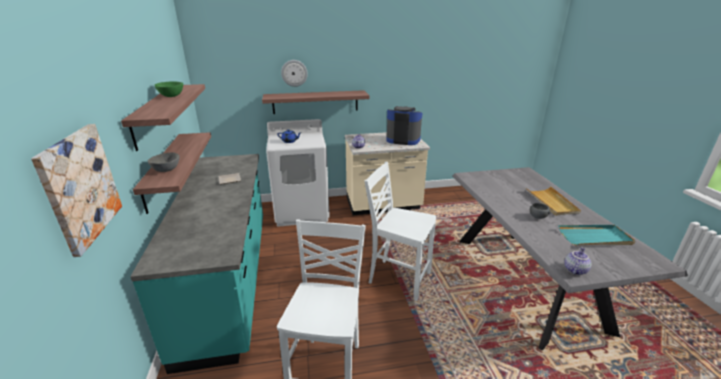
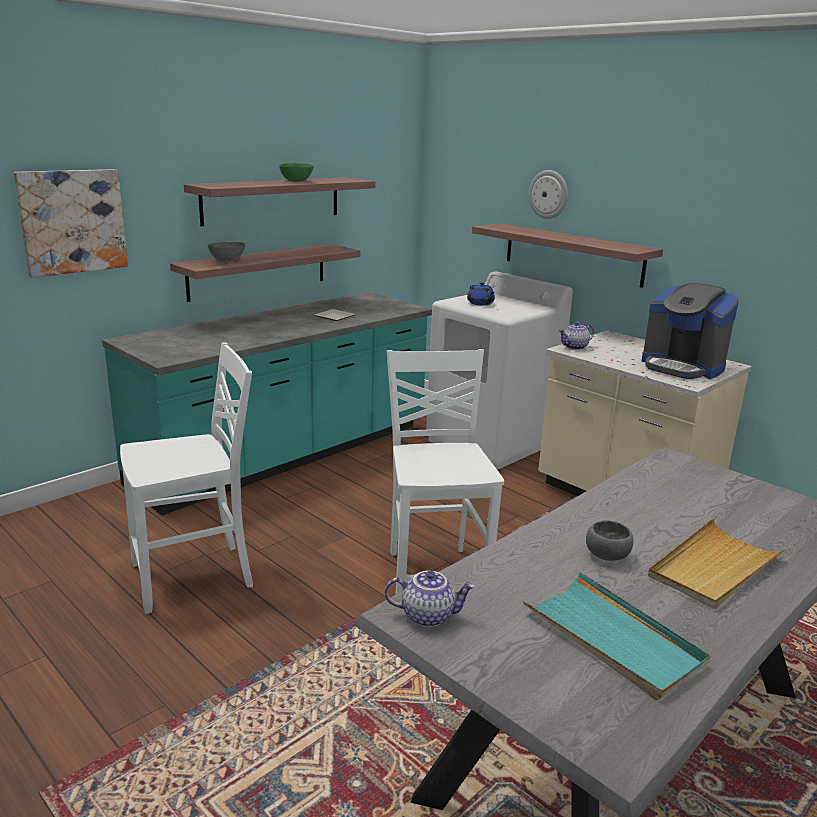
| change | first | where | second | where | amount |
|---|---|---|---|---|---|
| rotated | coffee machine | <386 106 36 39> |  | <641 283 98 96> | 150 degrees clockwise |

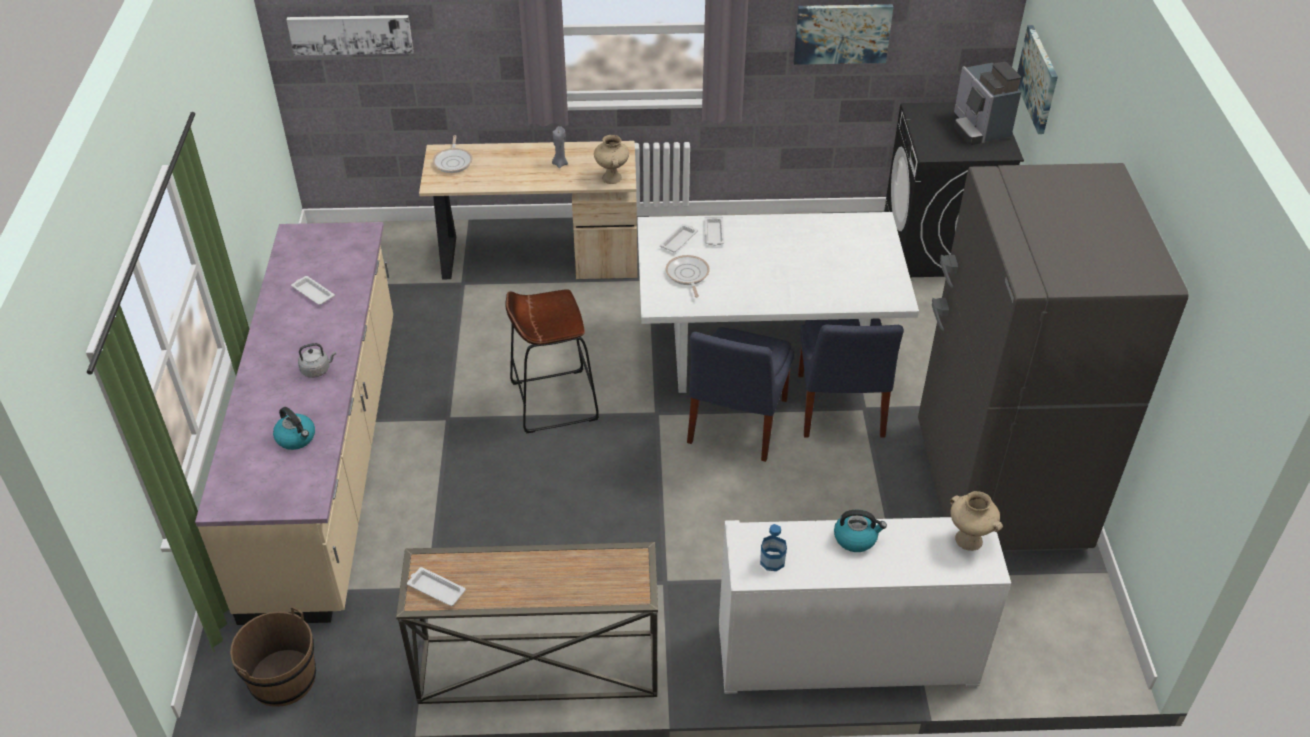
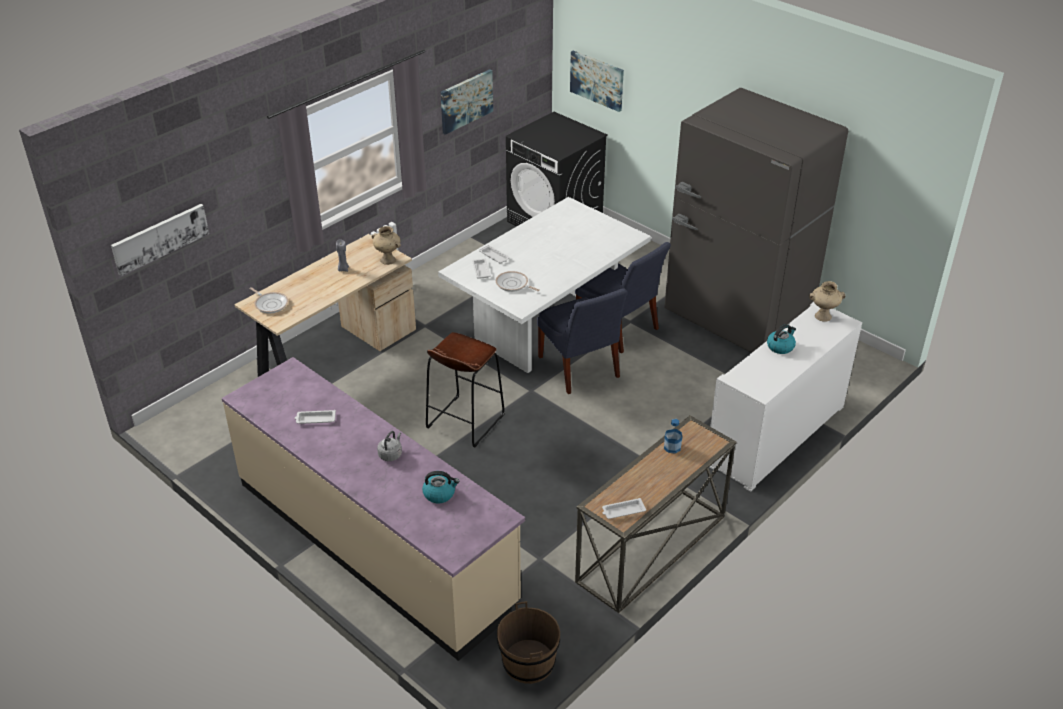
| change | first | where | second | where | amount |
|---|---|---|---|---|---|
| shifted | bottle | <760 524 27 47> |  | <664 419 19 35> |  |
| gone | coffee machine | <954 62 67 83> |  |  |  |

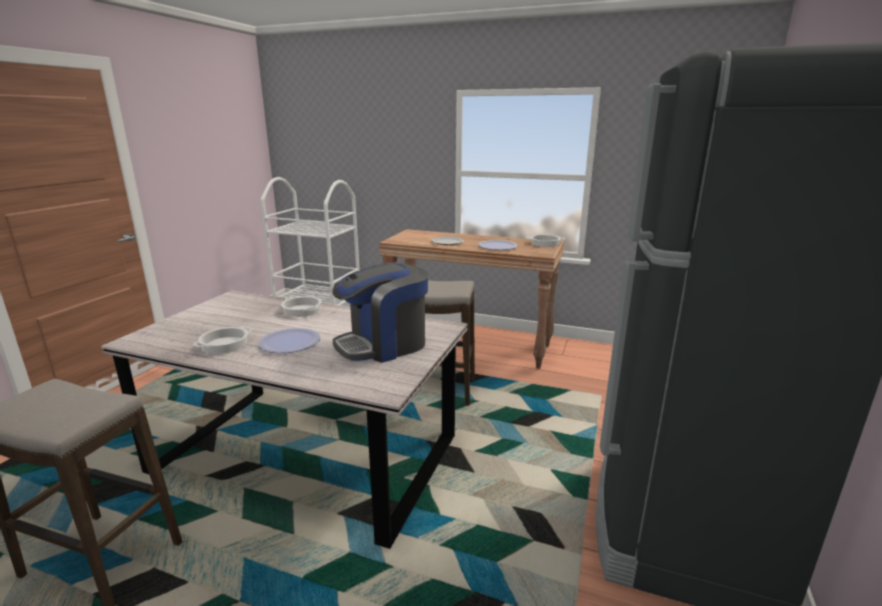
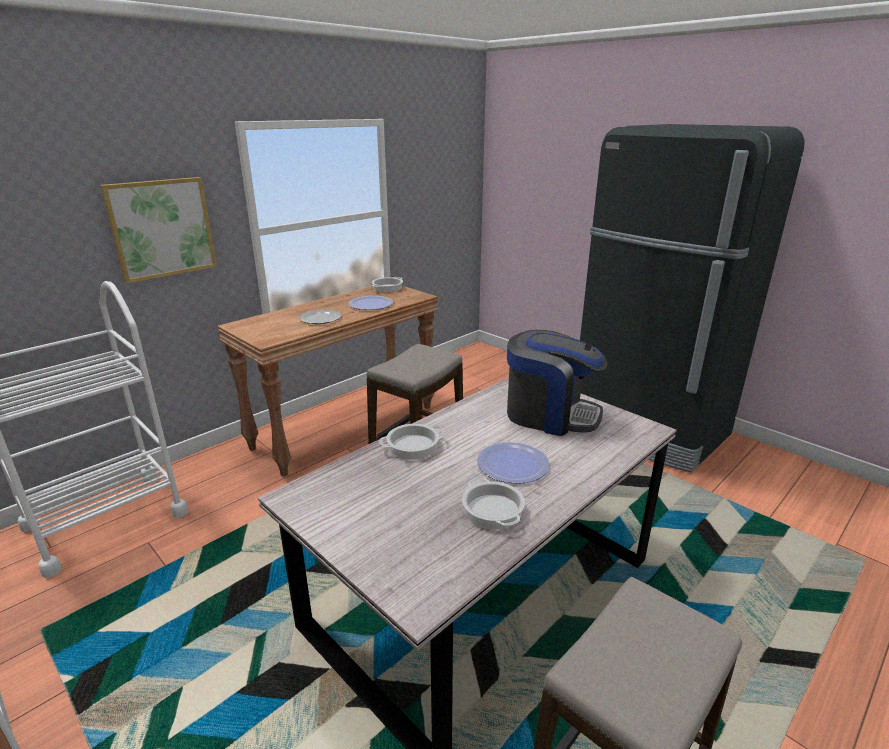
| change | first | where | second | where | amount |
|---|---|---|---|---|---|
| rotated | coffee machine | <332 263 96 100> |  | <507 330 101 106> | 60 degrees counterclockwise |
| new |  |  | picture | <100 177 117 107> |  |

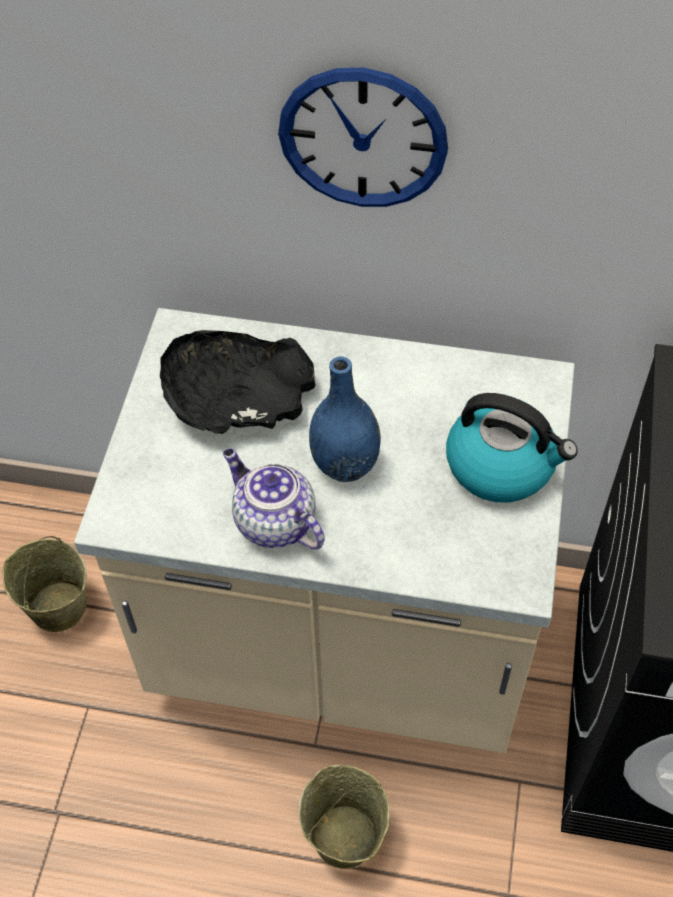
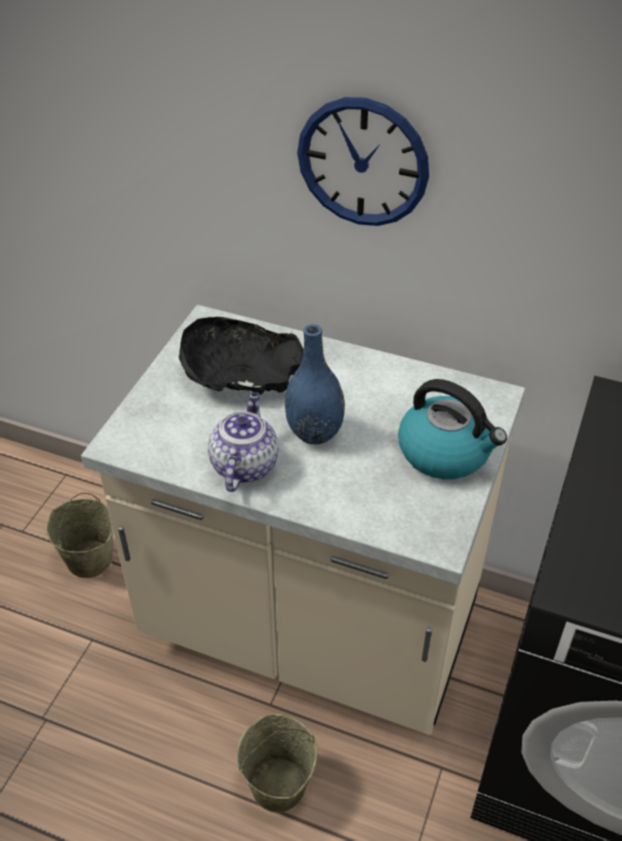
| change | first | where | second | where | amount |
|---|---|---|---|---|---|
| rotated | teapot | <223 449 102 101> |  | <208 392 71 100> | 45 degrees clockwise |

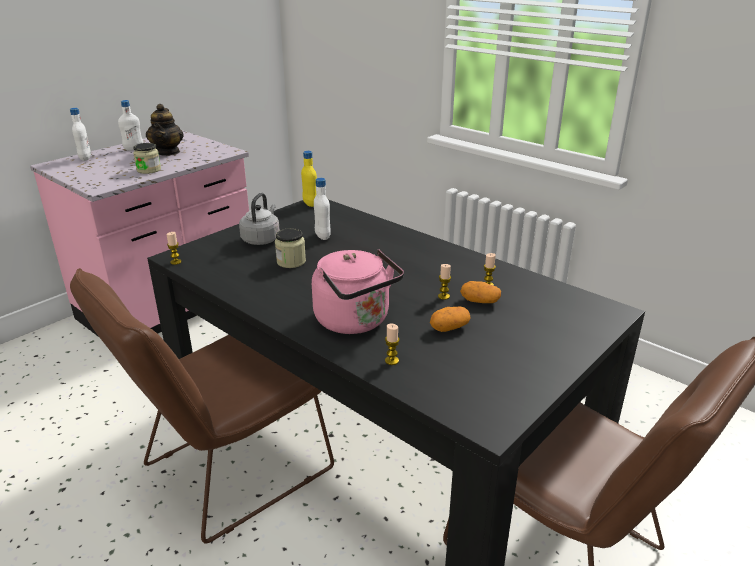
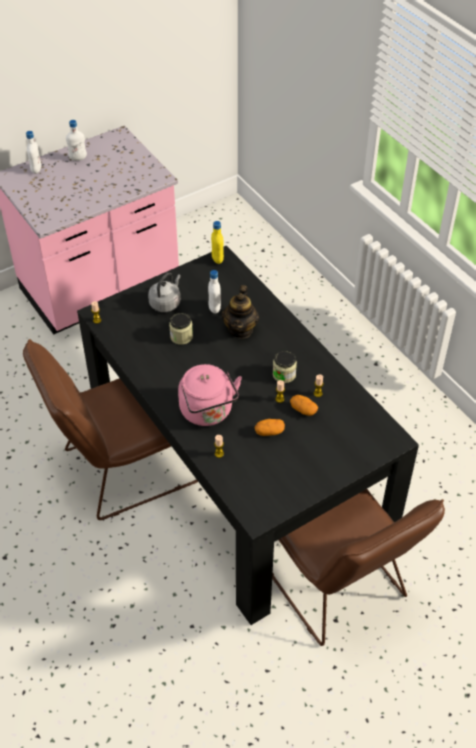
| change | first | where | second | where | amount |
|---|---|---|---|---|---|
| shifted | jar | <133 143 28 31> |  | <273 351 24 32> |  |
| shifted | teapot | <146 104 38 52> |  | <221 285 38 54> |  |

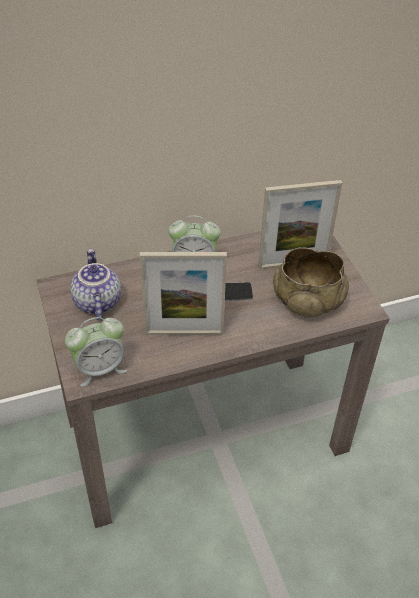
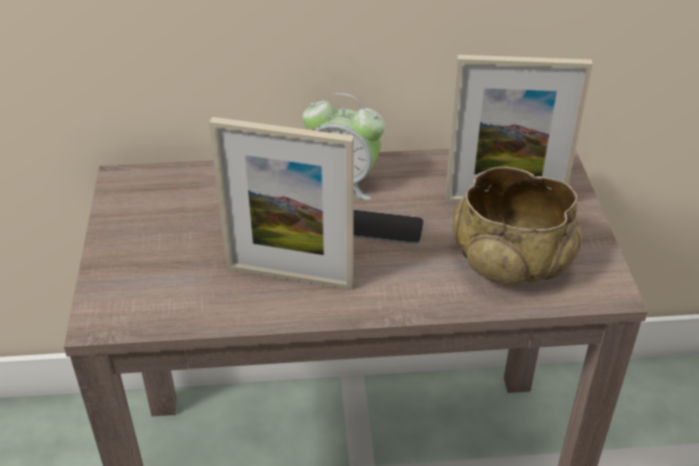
| change | first | where | second | where | amount |
|---|---|---|---|---|---|
| gone | alarm clock | <65 317 62 70> |  |  |  |
| gone | teapot | <70 249 51 71> |  |  |  |

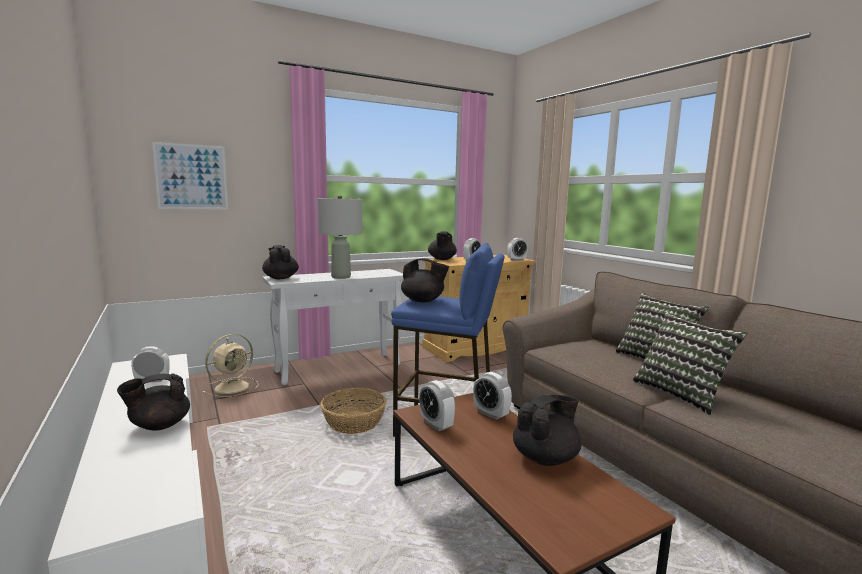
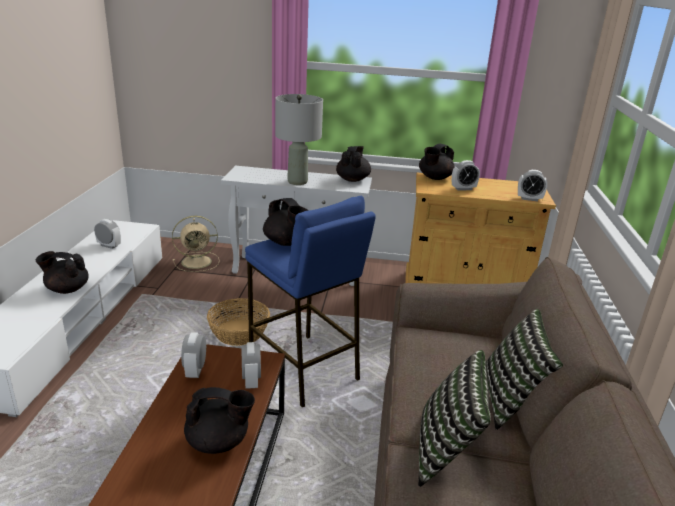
| change | first | where | second | where | amount |
|---|---|---|---|---|---|
| gone | picture | <152 142 76 67> |  |  |  |
| shifted | black teapot | <262 245 37 34> |  | <336 146 35 36> |  |

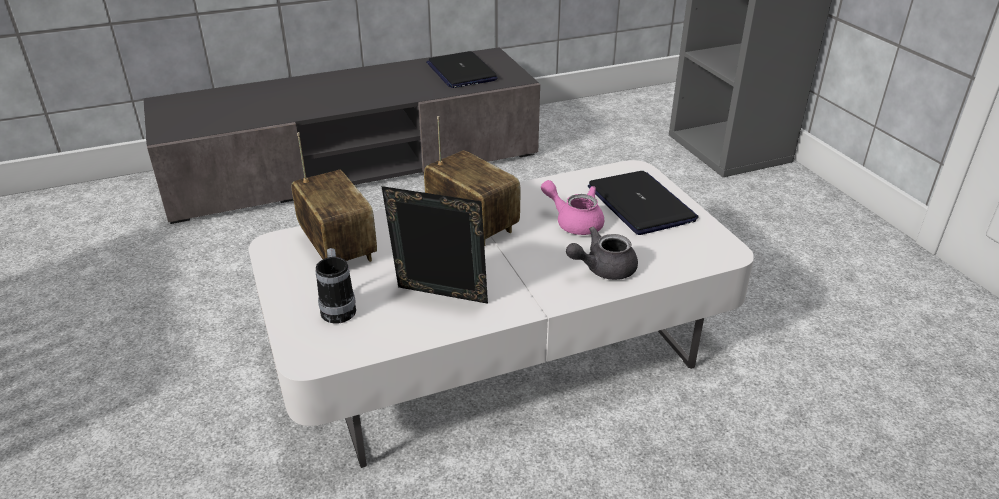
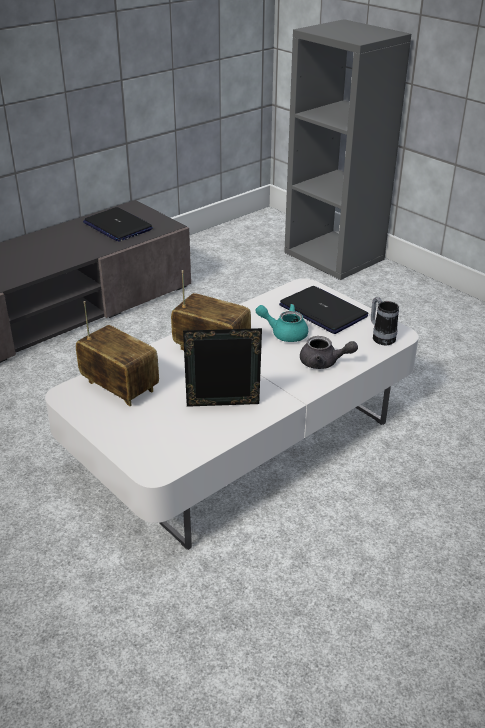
| change | first | where | second | where | amount |
|---|---|---|---|---|---|
| shifted | mug | <316 248 40 76> |  | <371 297 28 48> |  |
| repainted | pink teapot | <541 180 63 55> | turquoise teapot | <256 304 52 38> |  |
| rotated | grey teapot | <566 226 72 54> |  | <300 336 58 33> | 120 degrees counterclockwise |

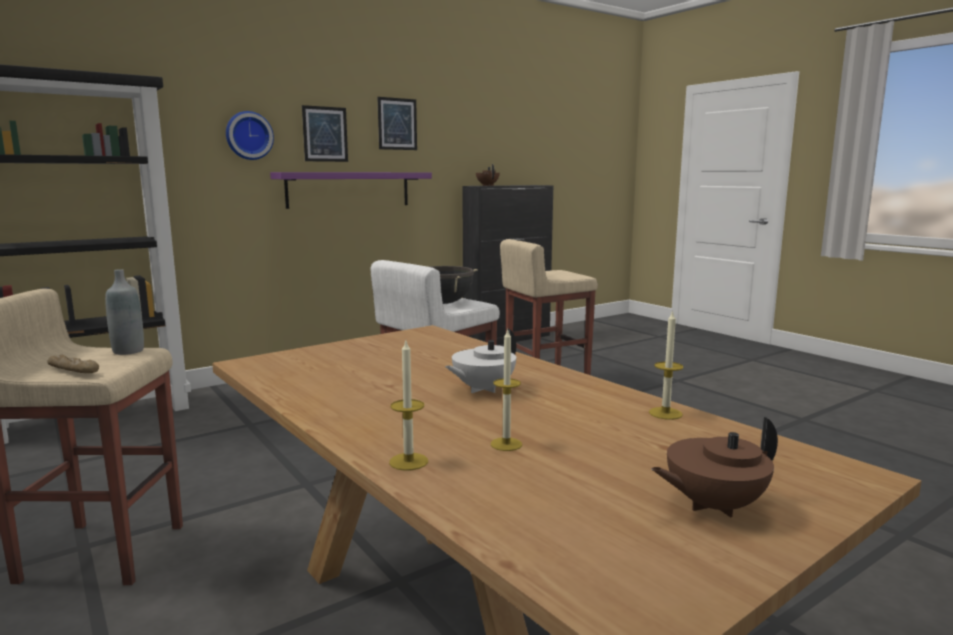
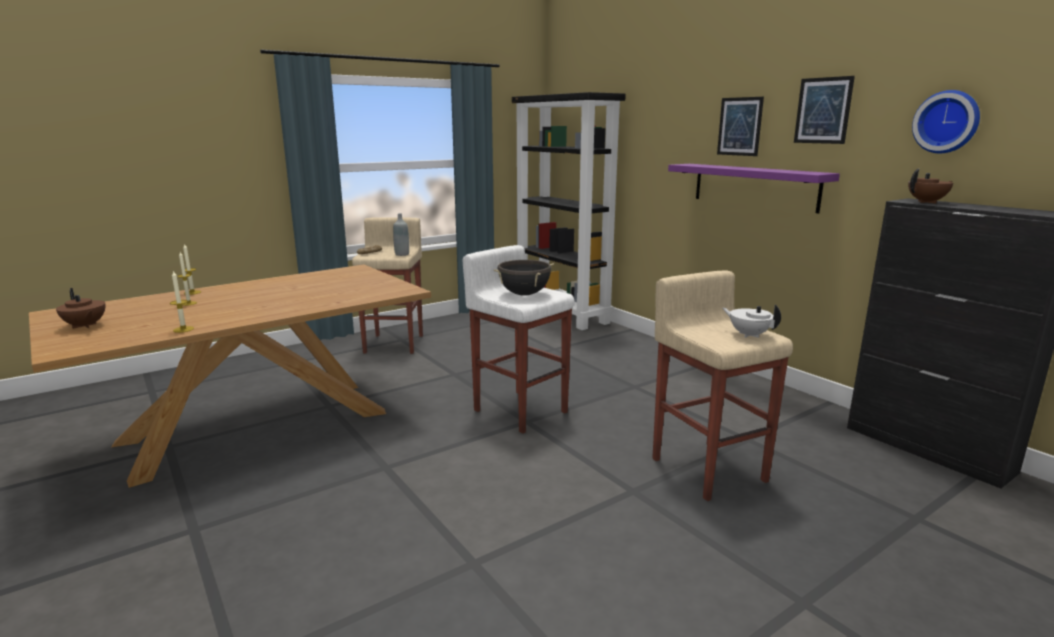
| change | first | where | second | where | amount |
|---|---|---|---|---|---|
| shifted | wall clock | <226 111 48 49> |  | <912 90 68 63> |  |
| shifted | white teapot | <445 329 71 64> |  | <723 304 58 34> |  |
| rotated | brown teapot | <651 417 127 100> |  | <56 288 50 41> | 150 degrees clockwise |

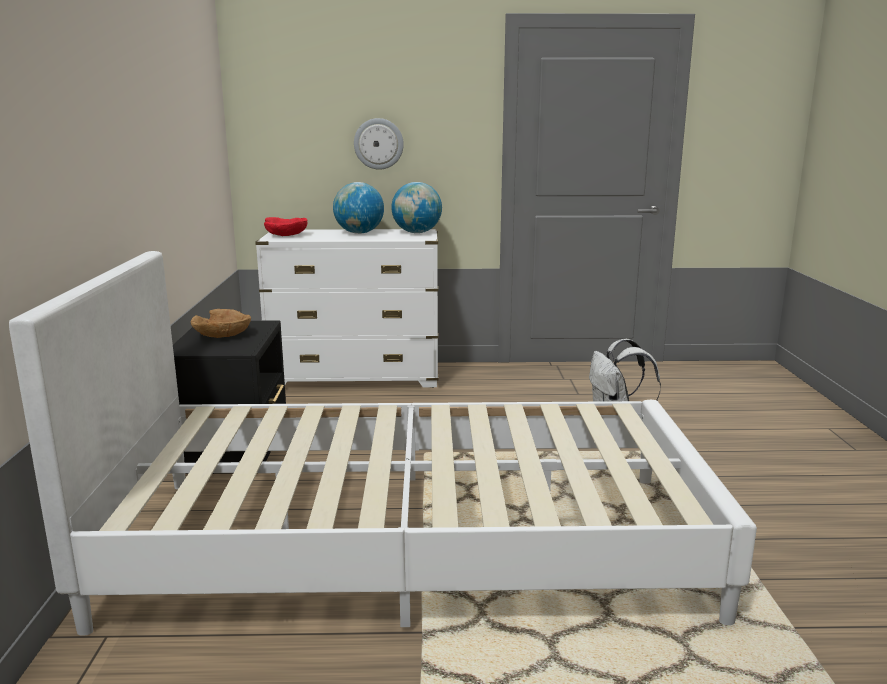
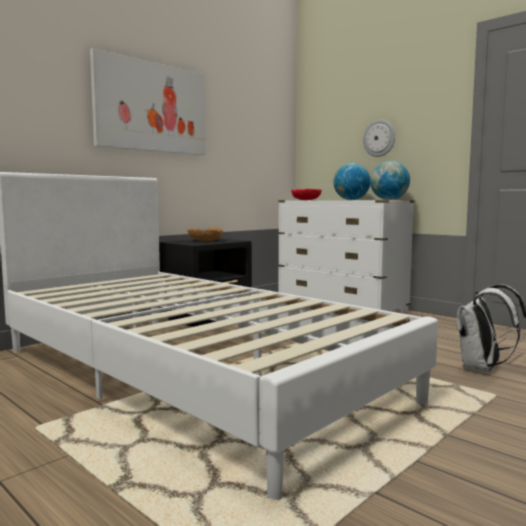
| change | first | where | second | where | amount |
|---|---|---|---|---|---|
| new |  |  | picture | <90 48 116 107> |  |

